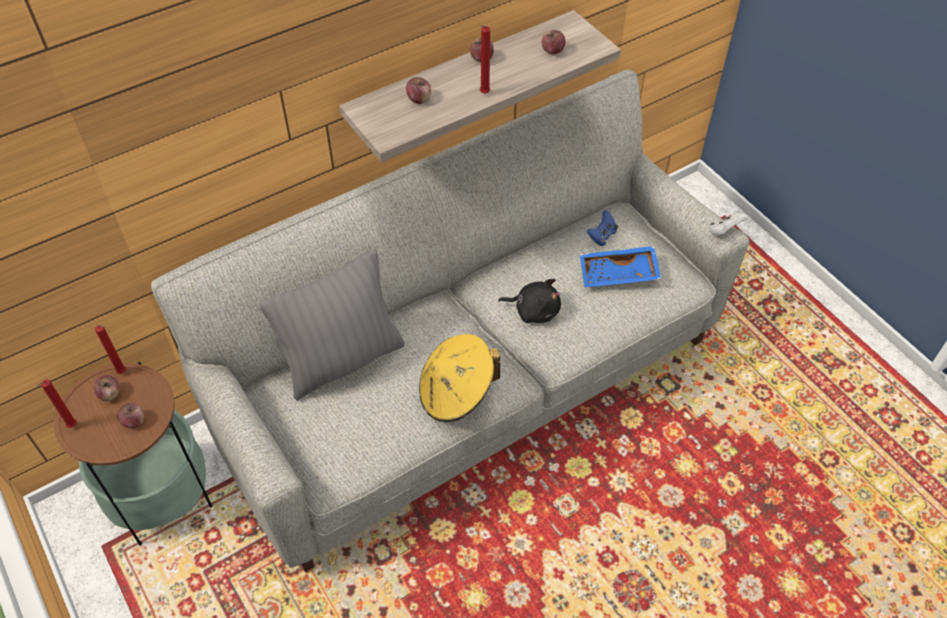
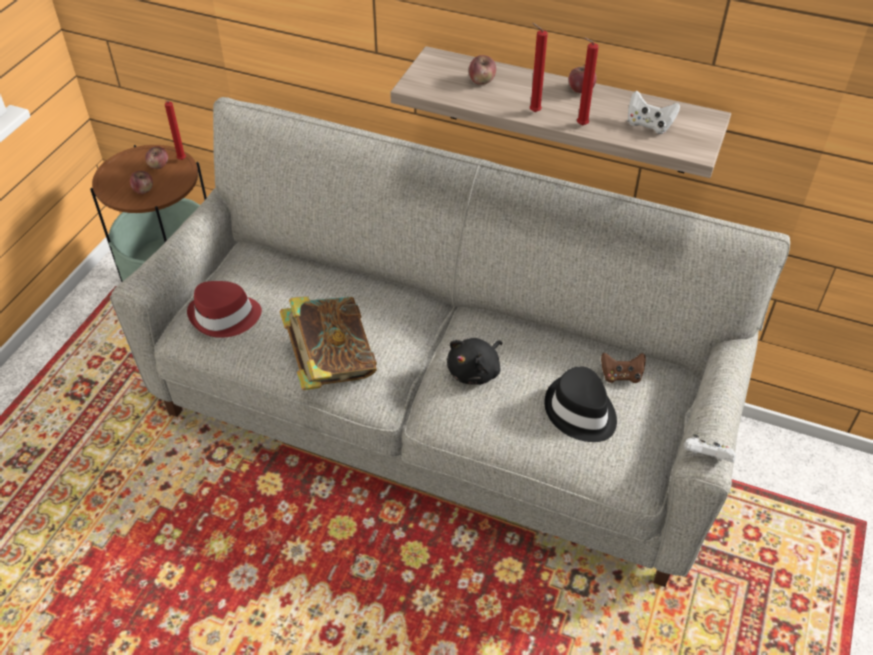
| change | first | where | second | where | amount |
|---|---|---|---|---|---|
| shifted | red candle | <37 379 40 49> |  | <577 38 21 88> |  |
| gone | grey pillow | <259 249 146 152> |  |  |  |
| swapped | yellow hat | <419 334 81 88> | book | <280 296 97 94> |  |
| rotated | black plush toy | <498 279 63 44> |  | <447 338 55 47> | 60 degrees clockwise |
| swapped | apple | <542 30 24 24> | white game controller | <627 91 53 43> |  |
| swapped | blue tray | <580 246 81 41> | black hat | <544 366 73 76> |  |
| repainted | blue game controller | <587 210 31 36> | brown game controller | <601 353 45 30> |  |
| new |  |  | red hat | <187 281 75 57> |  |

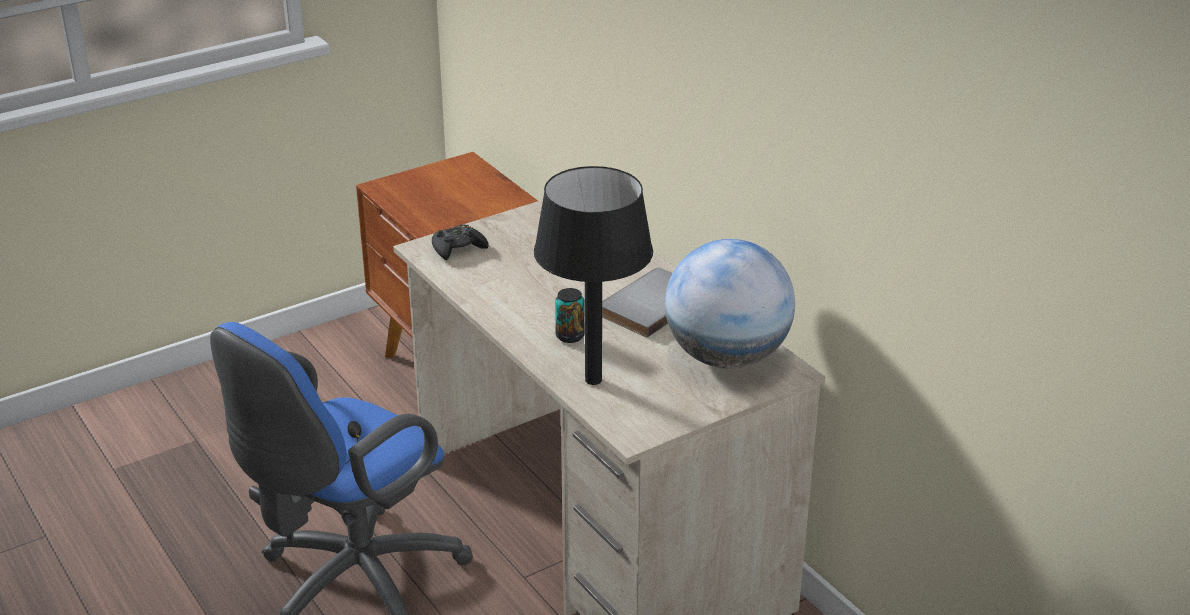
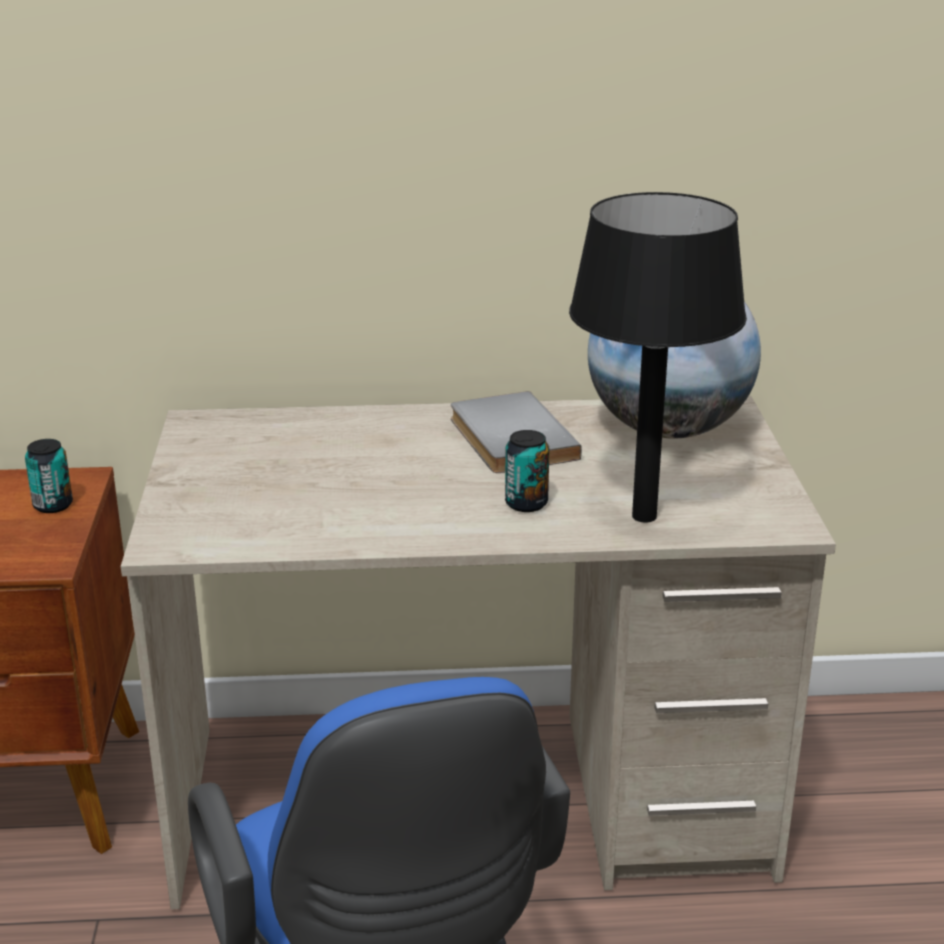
| change | first | where | second | where | amount |
|---|---|---|---|---|---|
| gone | black game controller | <432 224 57 36> |  |  |  |
| new |  |  | can | <25 439 48 74> |  |

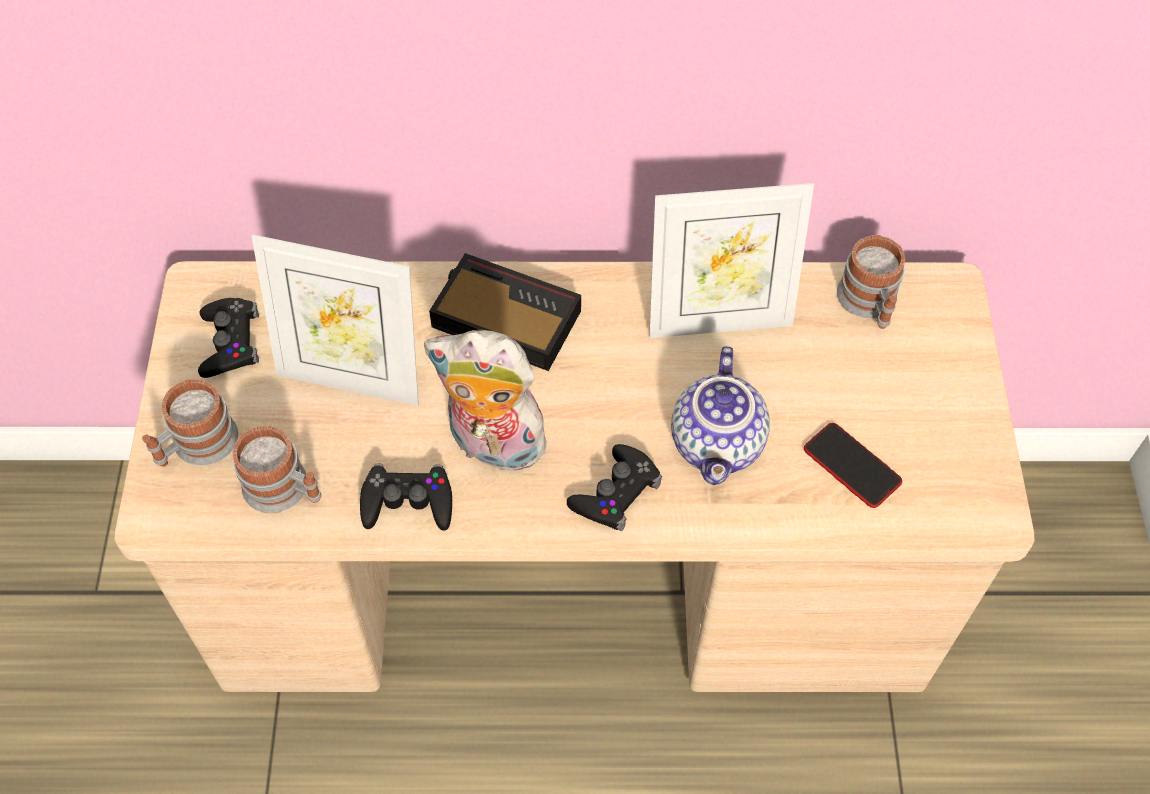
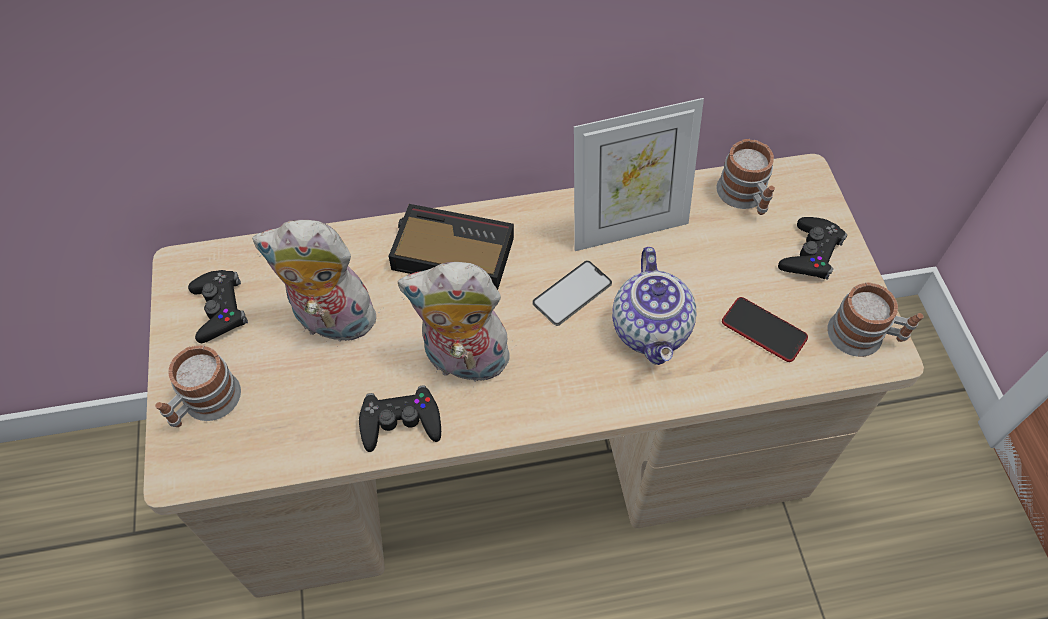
| change | first | where | second | where | amount |
|---|---|---|---|---|---|
| shifted | mug | <232 425 89 88> |  | <827 282 97 75> |  |
| swapped | picture frame | <252 234 167 172> | plush toy | <252 220 127 127> |  |
| shifted | black game controller | <567 444 95 87> |  | <778 217 69 63> |  |
| new |  |  | phone | <532 261 80 65> |  |

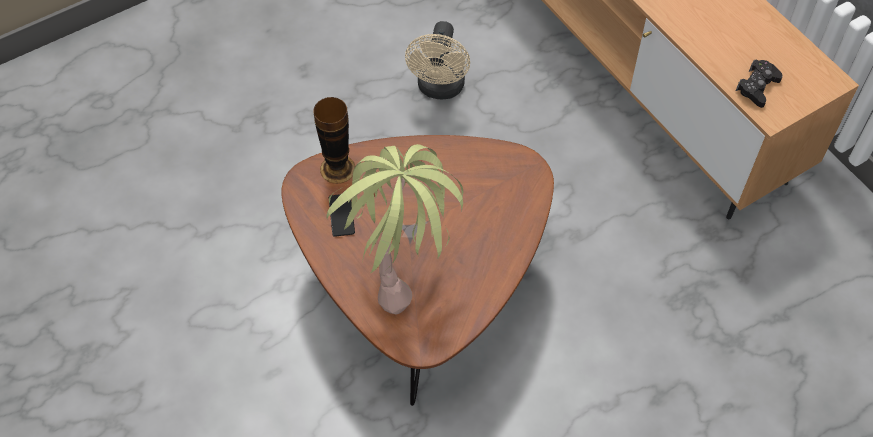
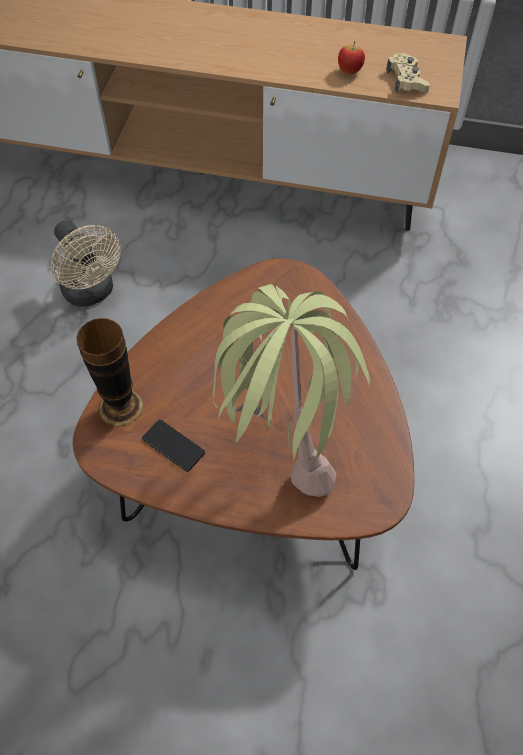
| change | first | where | second | where | amount |
|---|---|---|---|---|---|
| repainted | black game controller | <736 60 46 48> | beige game controller | <386 53 44 40> |  |
| new |  |  | apple | <338 41 27 34> |  |

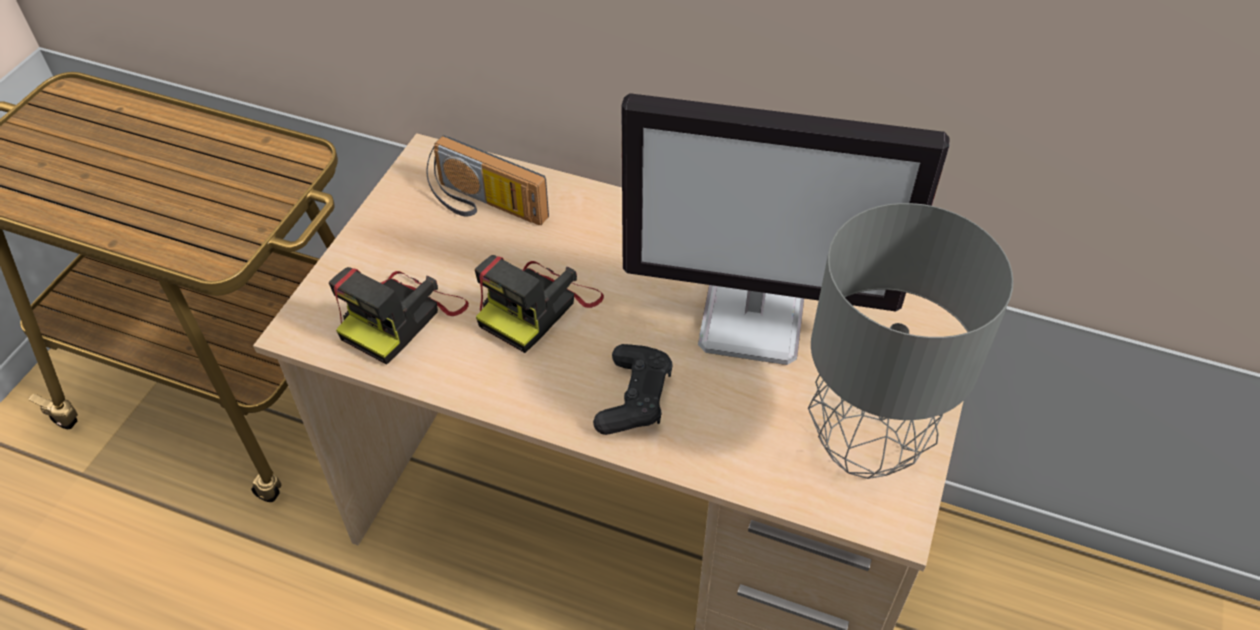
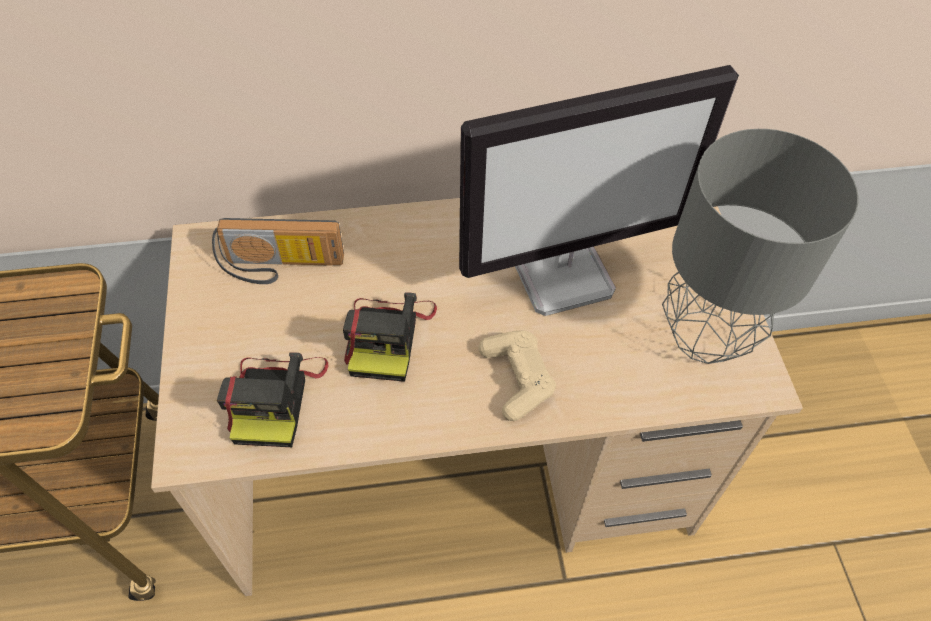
| change | first | where | second | where | amount |
|---|---|---|---|---|---|
| repainted | black game controller | <593 344 79 91> | beige game controller | <479 331 77 90> |  |

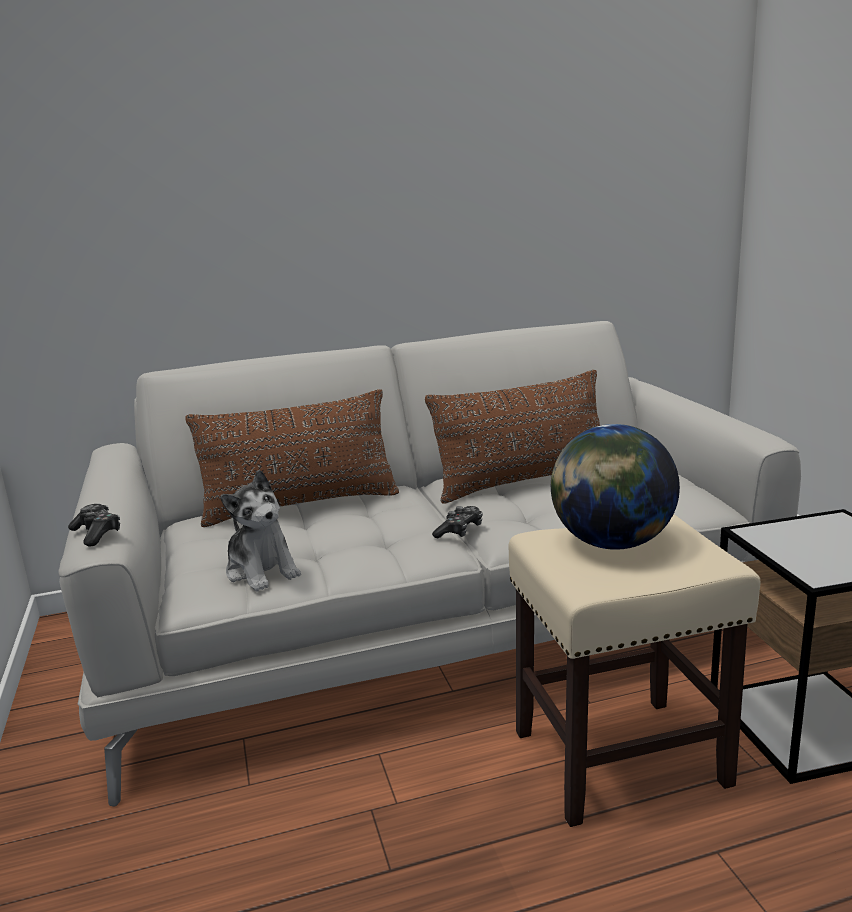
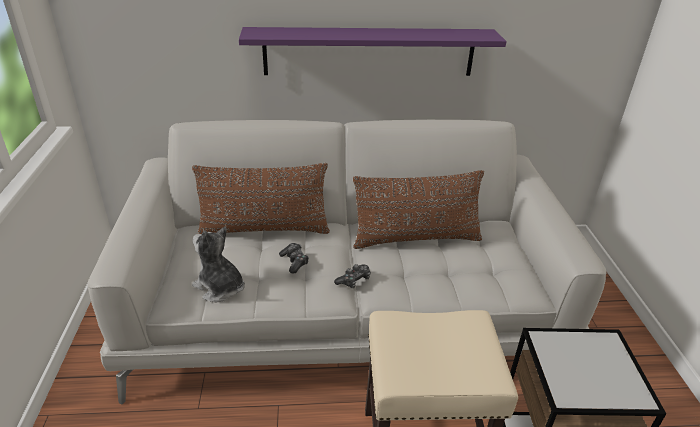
| change | first | where | second | where | amount |
|---|---|---|---|---|---|
| shifted | game controller | <68 504 52 42> |  | <279 243 30 31> |  |
| rotated | plush toy | <221 470 80 122> |  | <192 226 53 76> | 150 degrees clockwise |
| gone | globe | <551 424 129 126> |  |  |  |
| new |  |  | purple shelf | <239 27 268 49> |  |

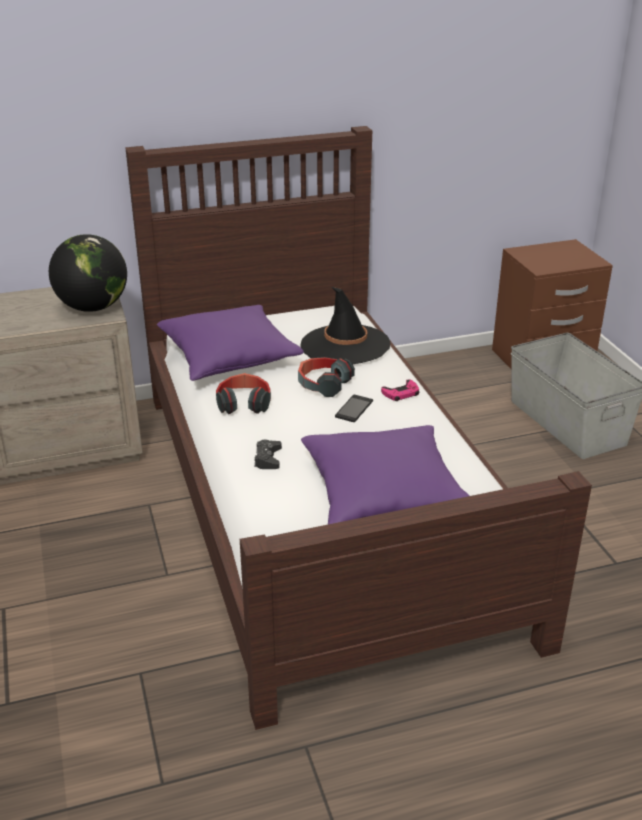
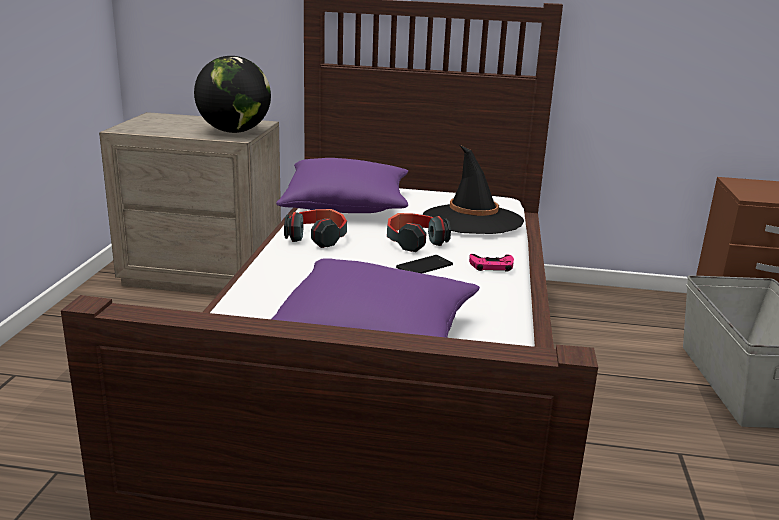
| change | first | where | second | where | amount |
|---|---|---|---|---|---|
| gone | black game controller | <254 440 28 29> |  |  |  |

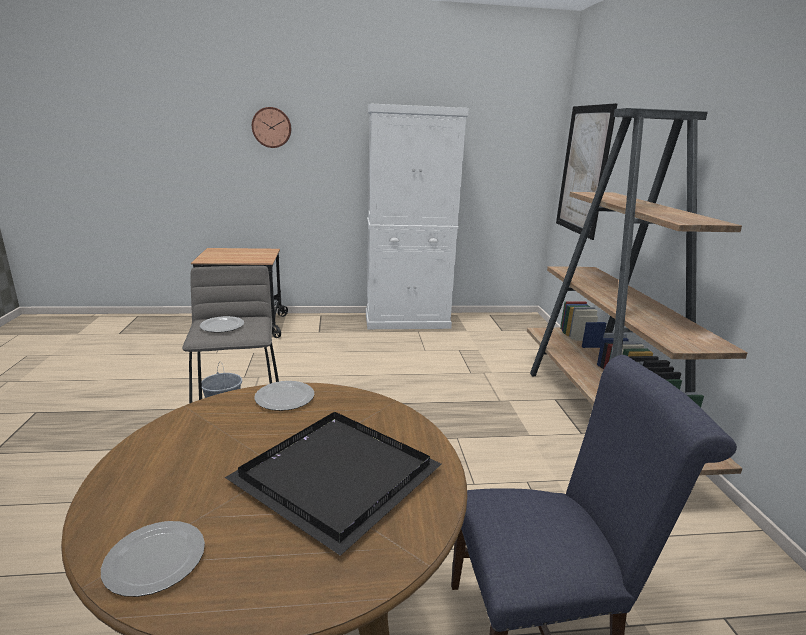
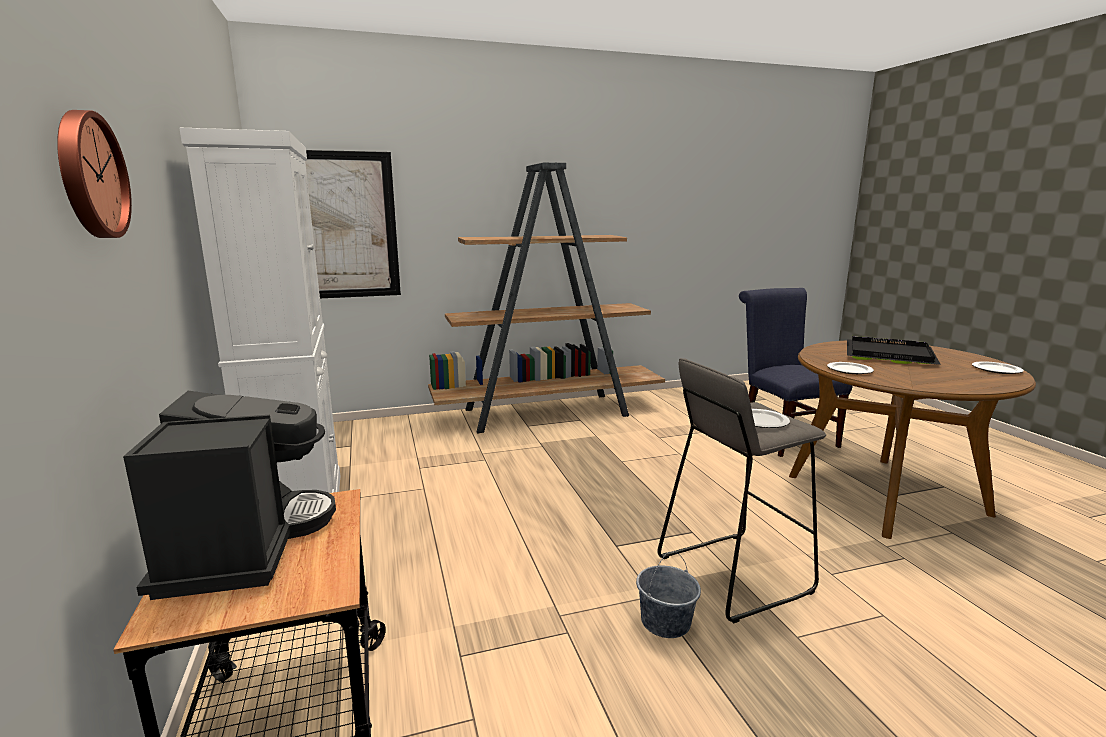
| change | first | where | second | where | amount |
|---|---|---|---|---|---|
| new |  |  | coffee machine | <123 391 213 209> |  |

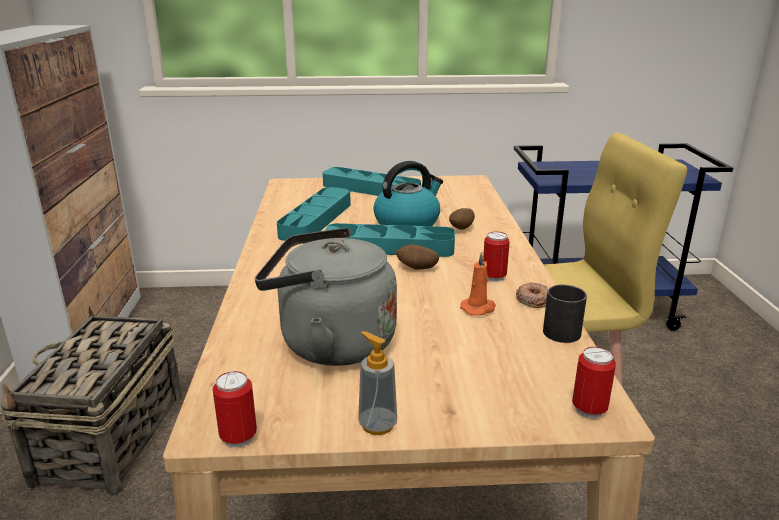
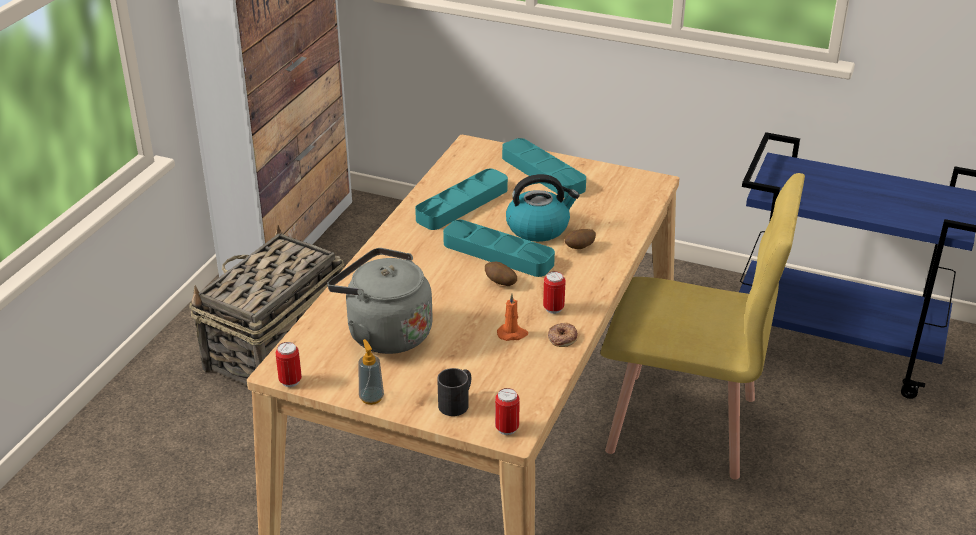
| change | first | where | second | where | amount |
|---|---|---|---|---|---|
| shifted | black mug | <543 285 44 58> |  | <437 368 34 48> |  |

